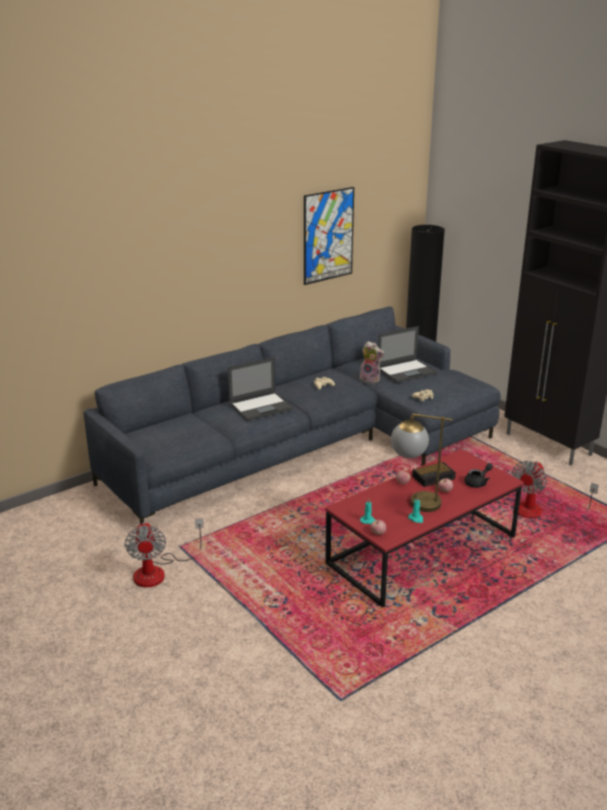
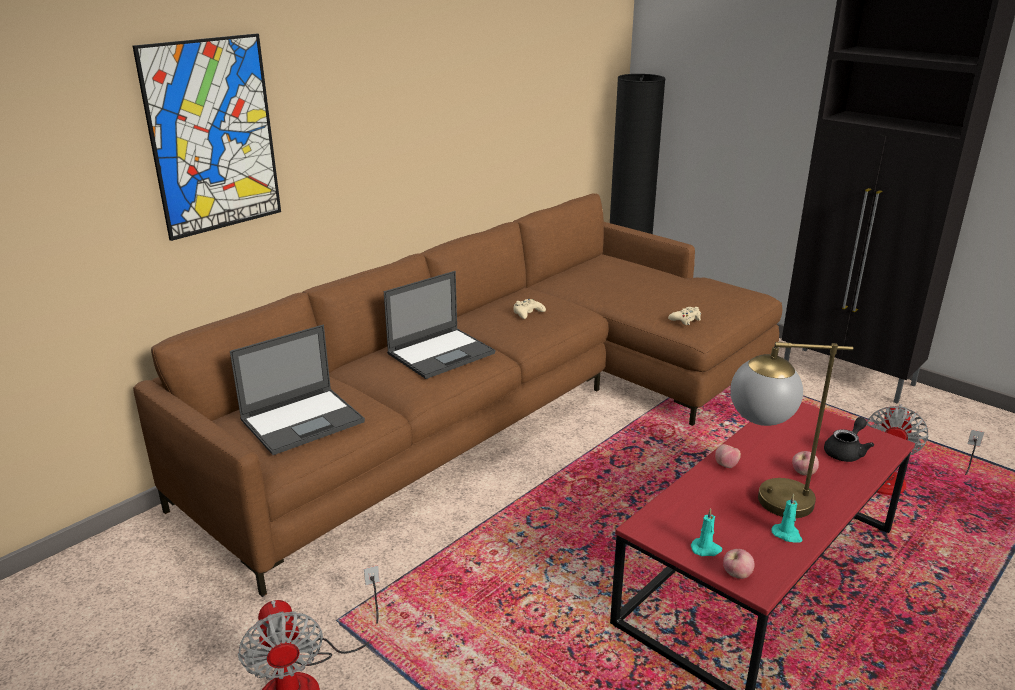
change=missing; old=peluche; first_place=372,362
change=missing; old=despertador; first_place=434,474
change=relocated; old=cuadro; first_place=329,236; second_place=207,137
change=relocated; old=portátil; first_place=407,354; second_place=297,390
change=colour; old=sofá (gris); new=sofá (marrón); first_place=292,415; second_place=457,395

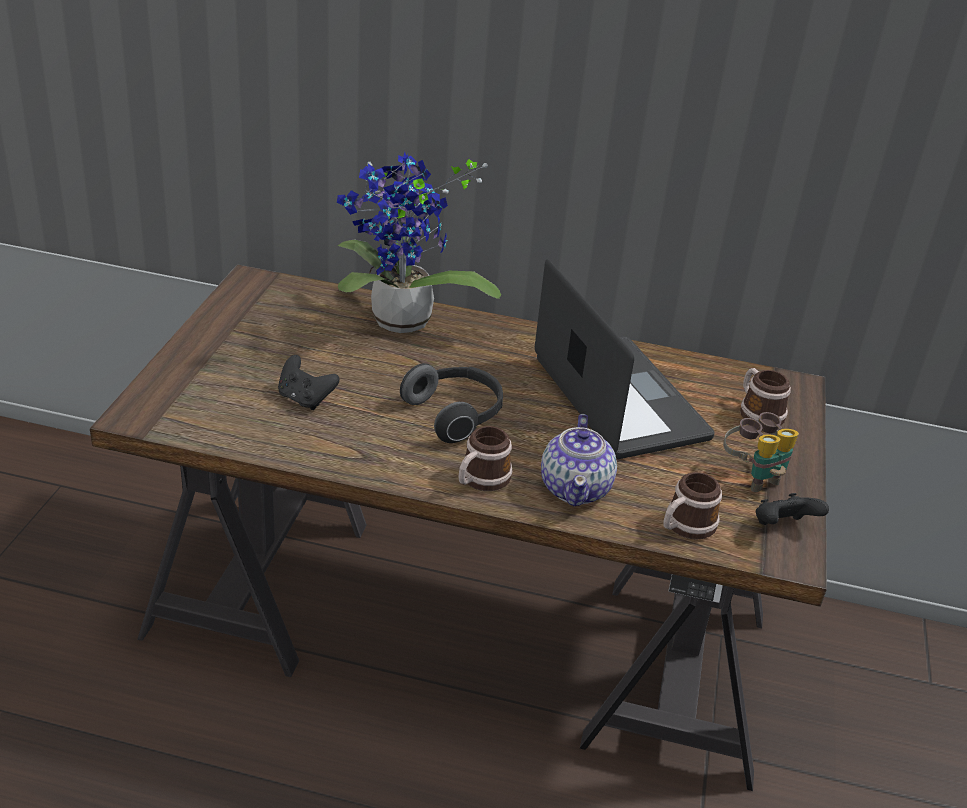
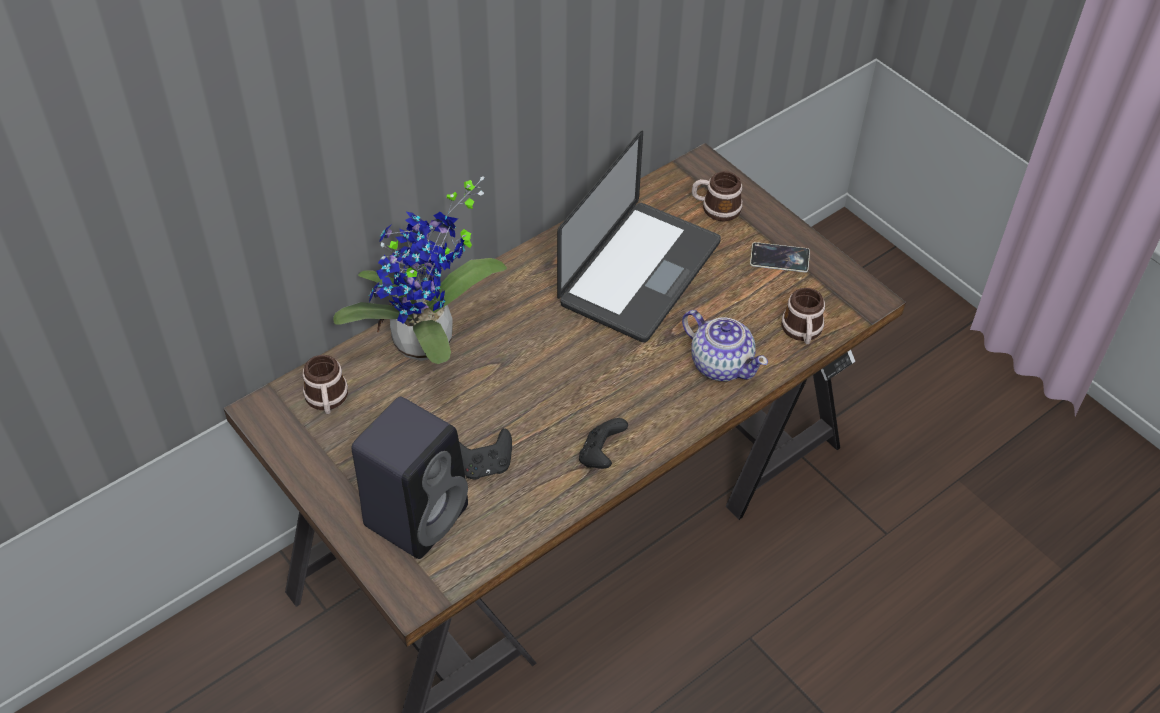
change=missing; old=auriculares; first_place=451,403
change=appeared; new=altavoz (negro); second_place=409,477
change=relocated; old=taza grande; first_place=485,458; second_place=325,384
change=relocated; old=mando de consola (negro); first_place=792,509; second_place=603,443
change=exchanged; old=prismáticos; new=móvil; first_place=761,452; second_place=780,257
change=spun; old=portátil; first_place=625,359; second_place=639,236; degrees=105

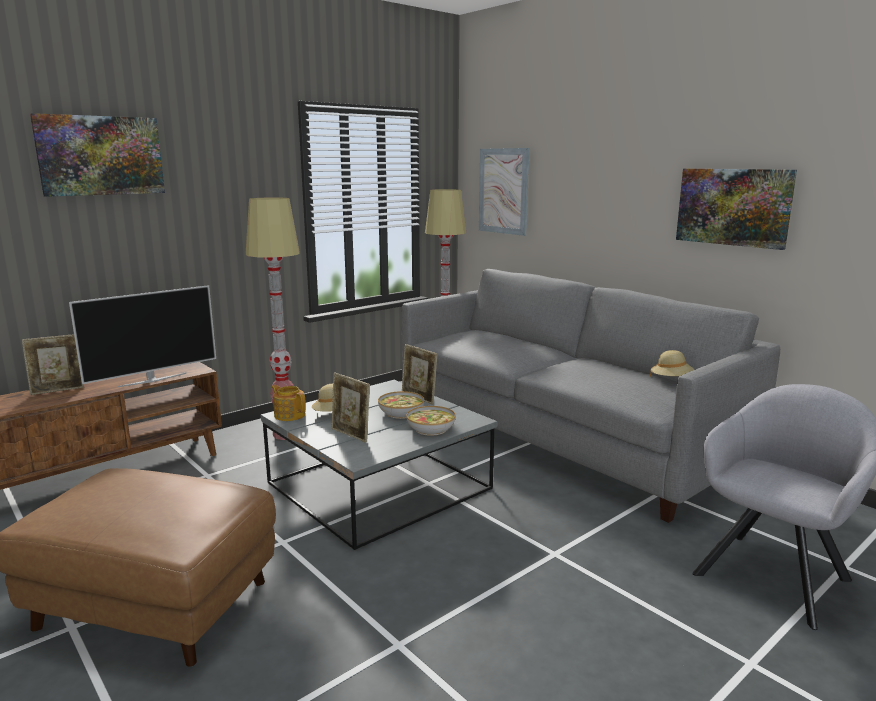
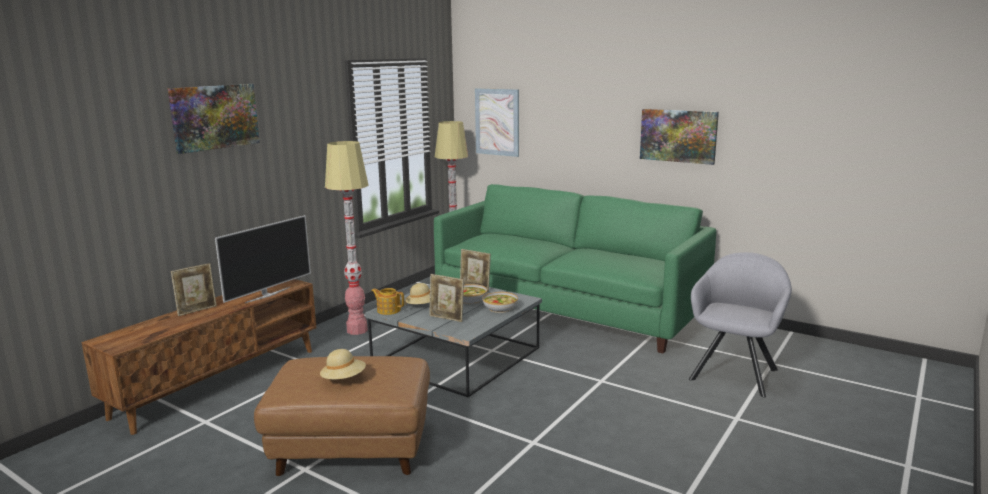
change=relocated; old=sombrero (beis); first_place=672,363; second_place=343,364
change=colour; old=sofá (gris); new=sofá (verde); first_place=591,396; second_place=575,269

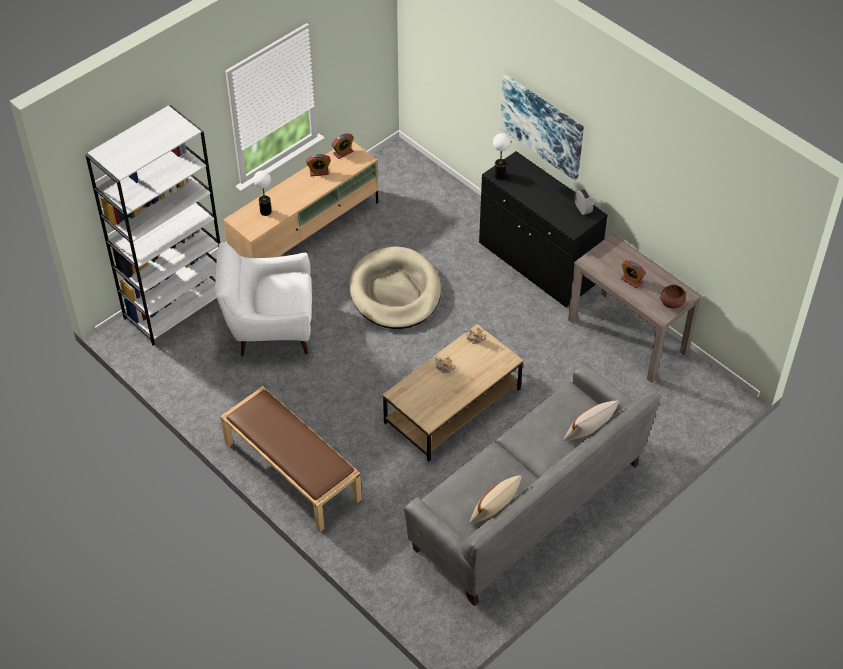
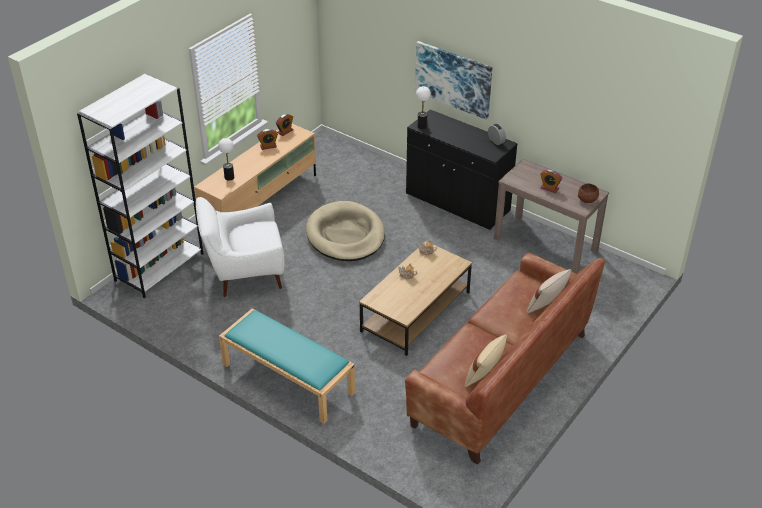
change=colour; old=banco (marrón); new=banco (turquesa); first_place=291,459; second_place=287,366
change=colour; old=sofá (gris); new=sofá (marrón); first_place=532,484; second_place=505,358

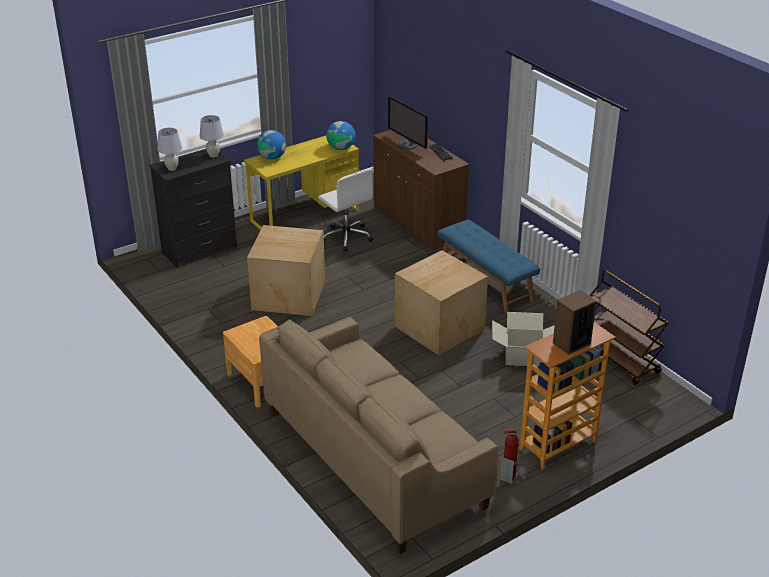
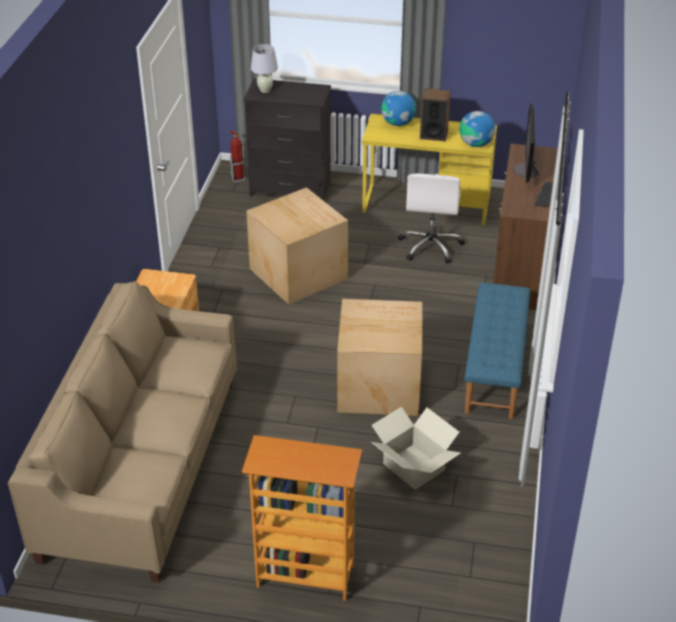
change=missing; old=lámpara de mesa (blanco); first_place=212,136
change=missing; old=carrito (marrón); first_place=629,327
change=relocated; old=extintor; first_place=509,456; second_place=237,156
change=relocated; old=altavoz; first_place=574,322; second_place=435,114

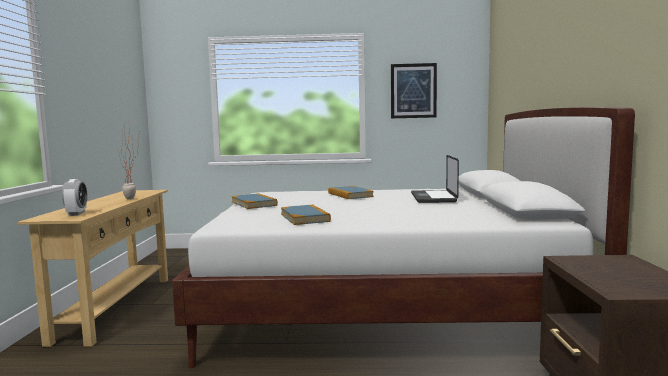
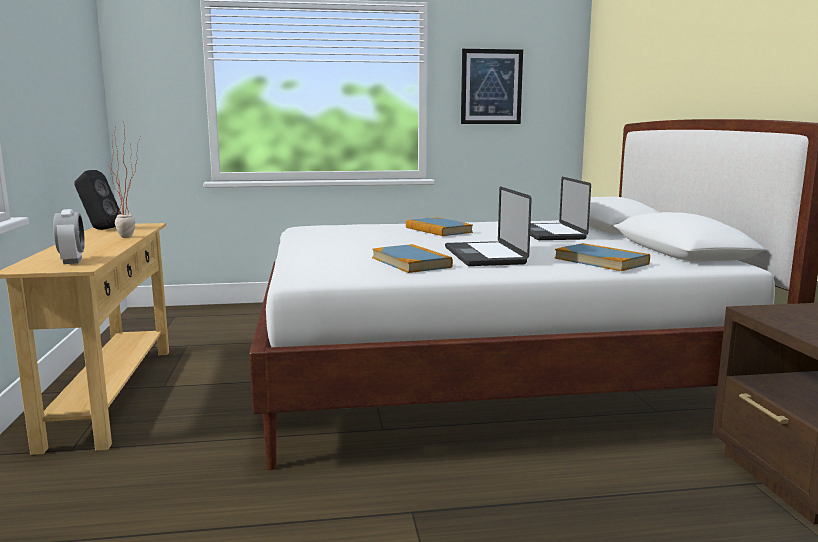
change=appeared; new=altavoz (negro); second_place=97,200
change=appeared; new=portátil; second_place=488,226
change=relocated; old=libro; first_place=254,201; second_place=602,257

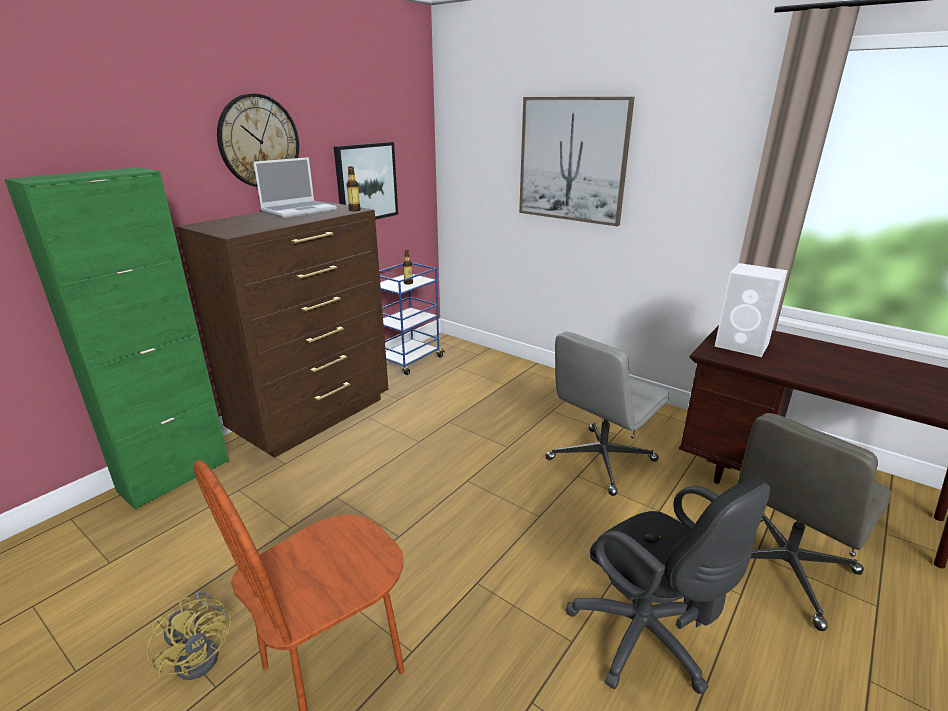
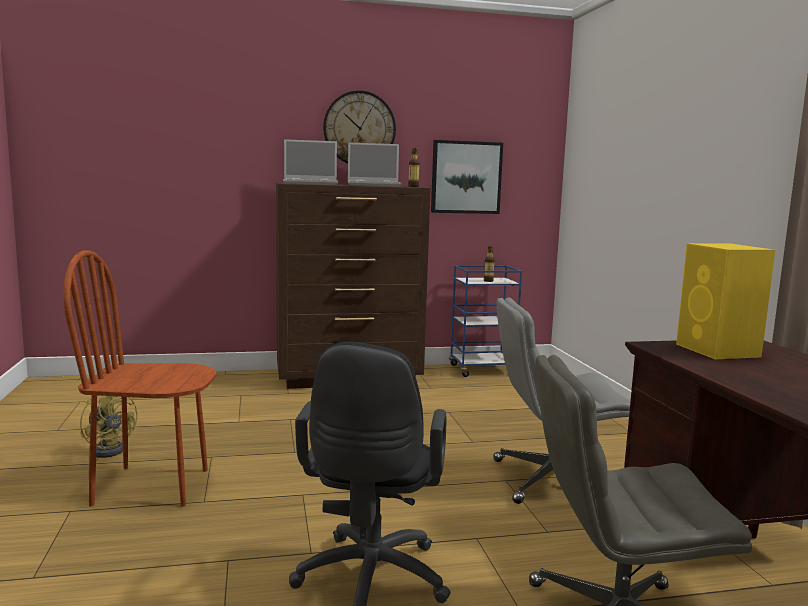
change=missing; old=armario (verde); first_place=116,338
change=missing; old=cuadro; first_place=577,161
change=appeared; new=portátil; second_place=310,162
change=colour; old=altavoz (blanco); new=altavoz (amarillo); first_place=751,310; second_place=725,301
change=spun; old=ventilador (amarillo); first_place=189,636; second_place=108,426; degrees=-45

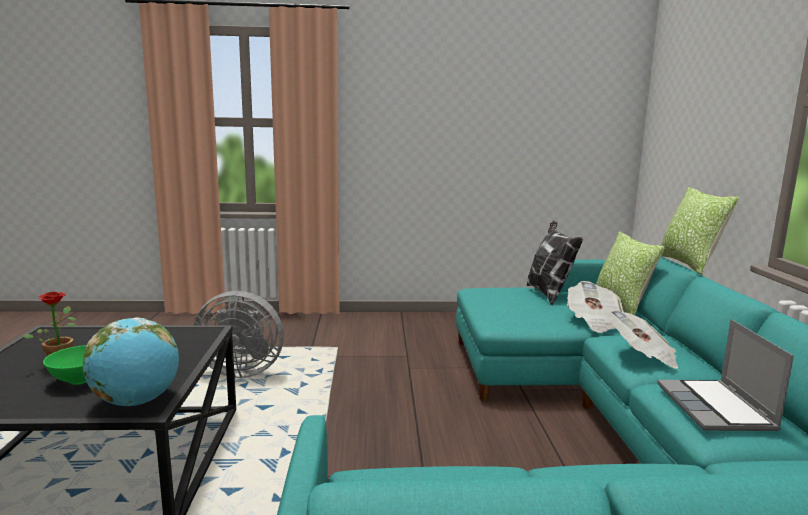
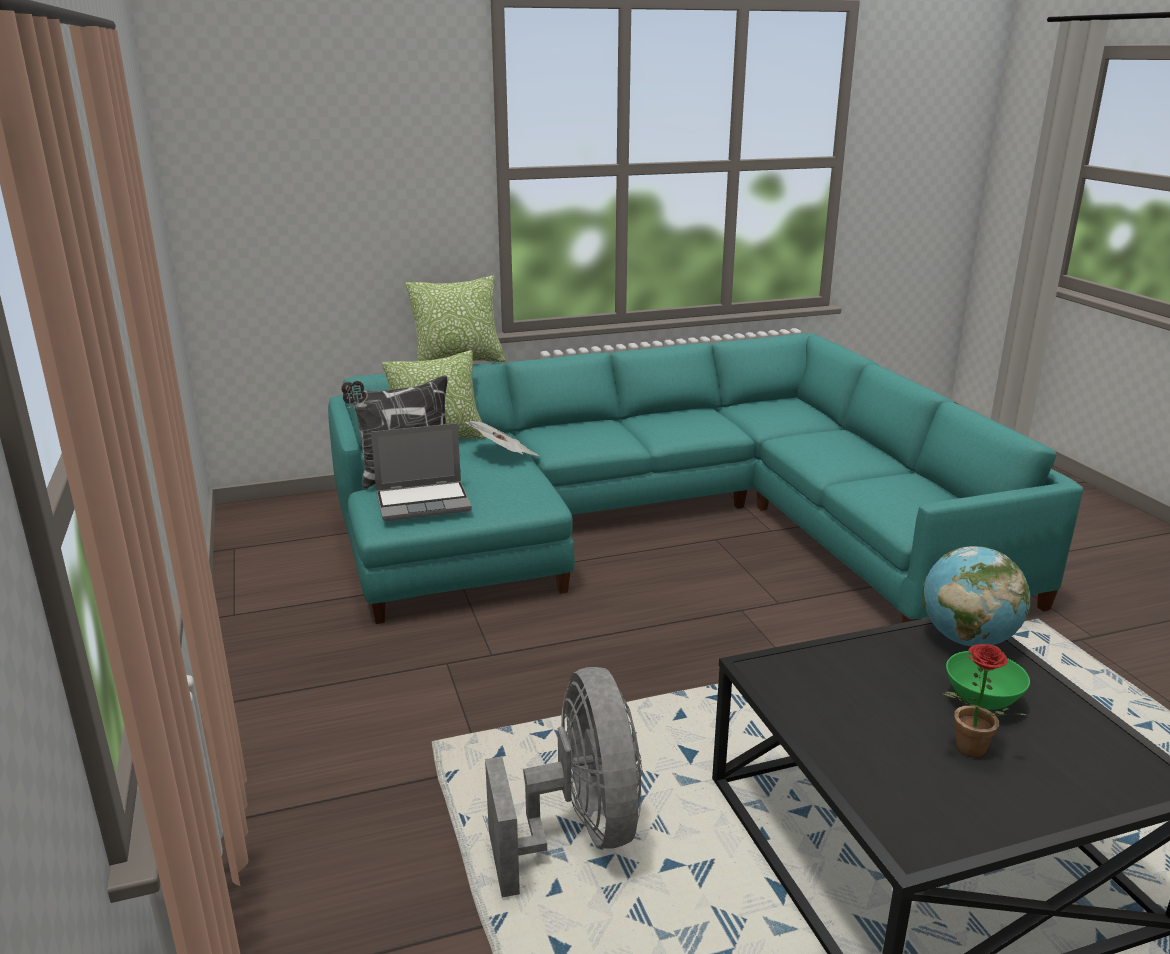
change=missing; old=periódico; first_place=644,339
change=relocated; old=portátil; first_place=725,375; second_place=421,472

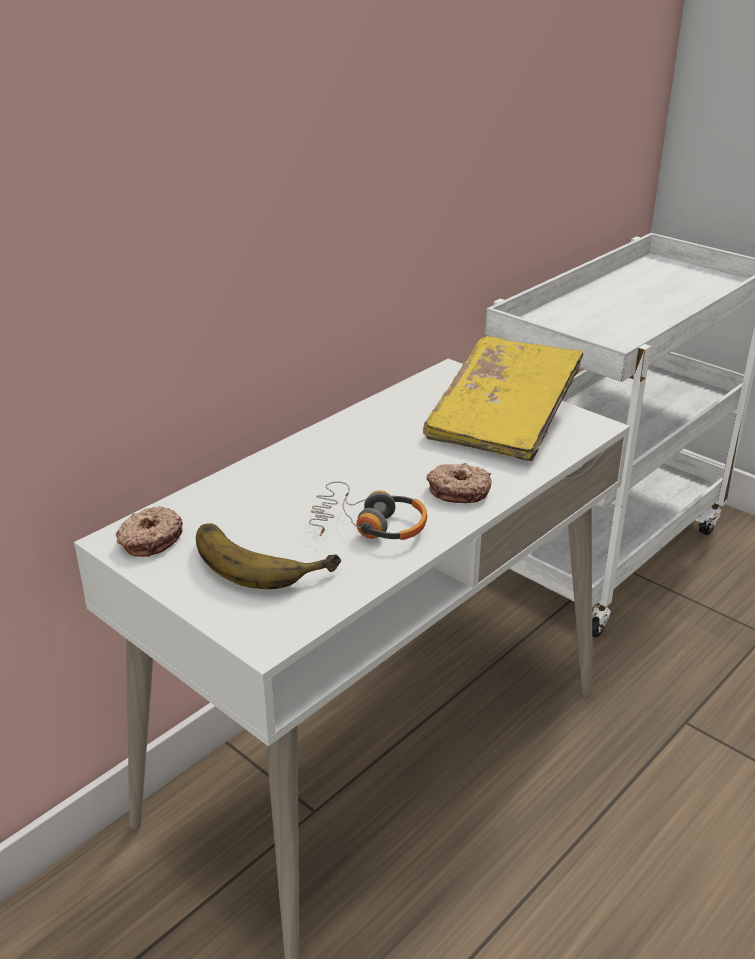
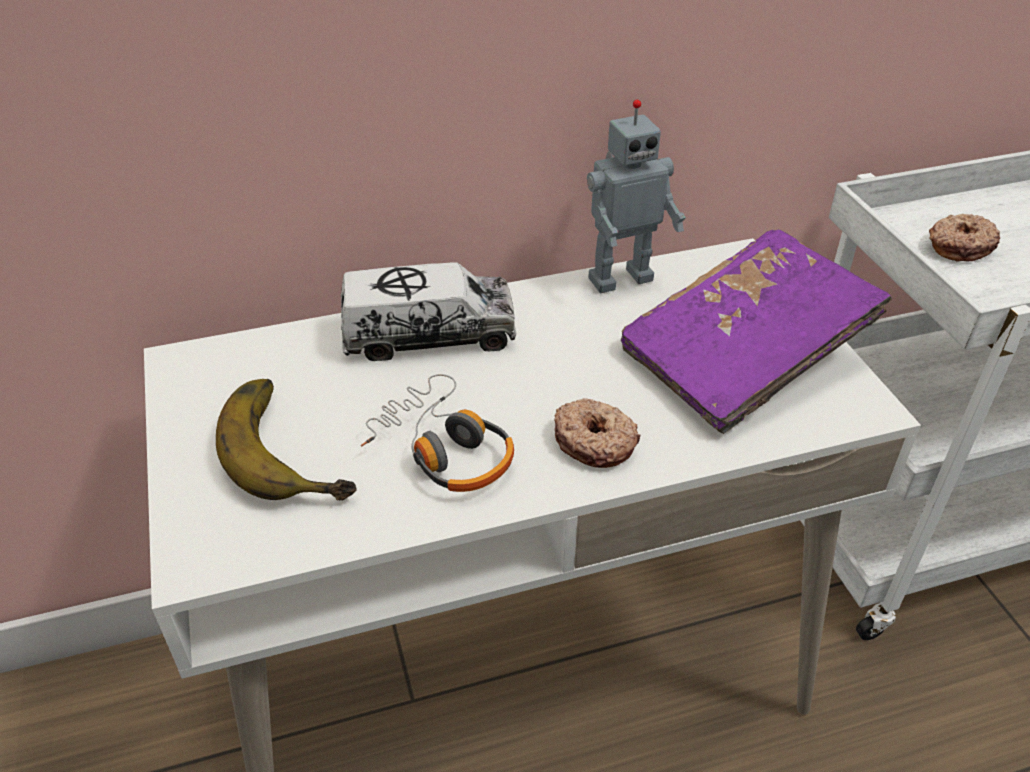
change=appeared; new=camión de juguete; second_place=428,311
change=appeared; new=robot de juguete; second_place=636,196
change=relocated; old=rosquilla; first_place=149,531; second_place=964,238
change=colour; old=libro (amarillo); new=libro (morado); first_place=503,398; second_place=757,332

